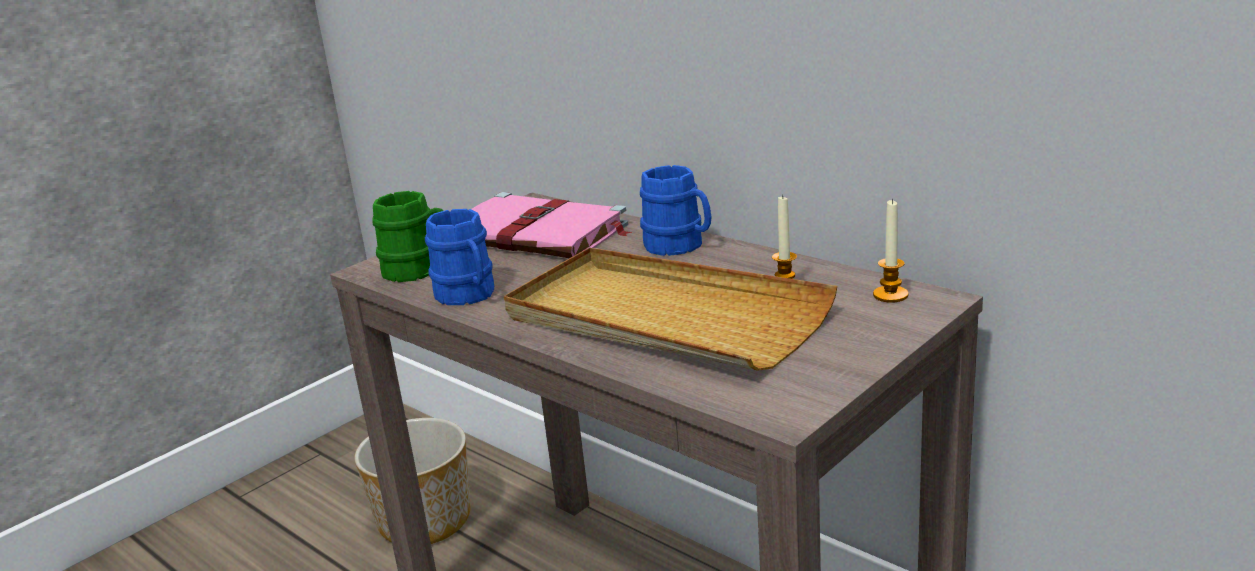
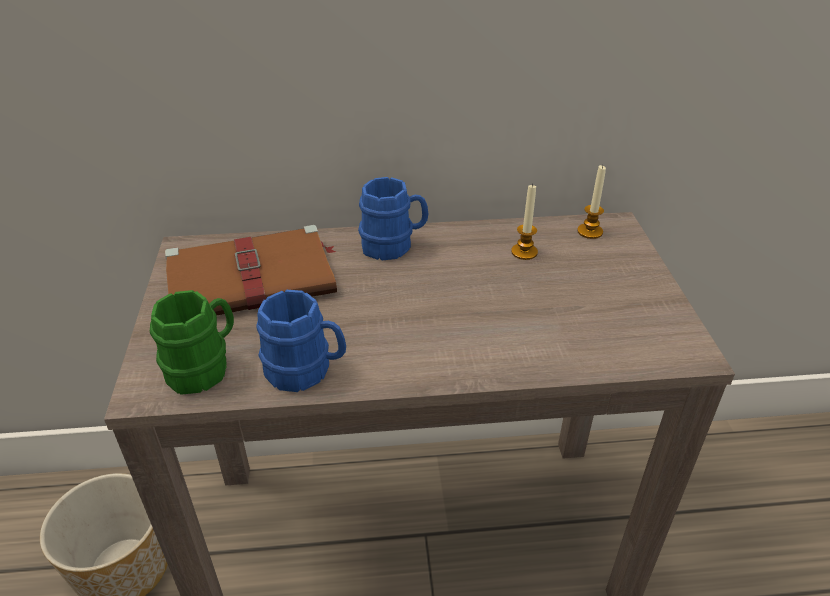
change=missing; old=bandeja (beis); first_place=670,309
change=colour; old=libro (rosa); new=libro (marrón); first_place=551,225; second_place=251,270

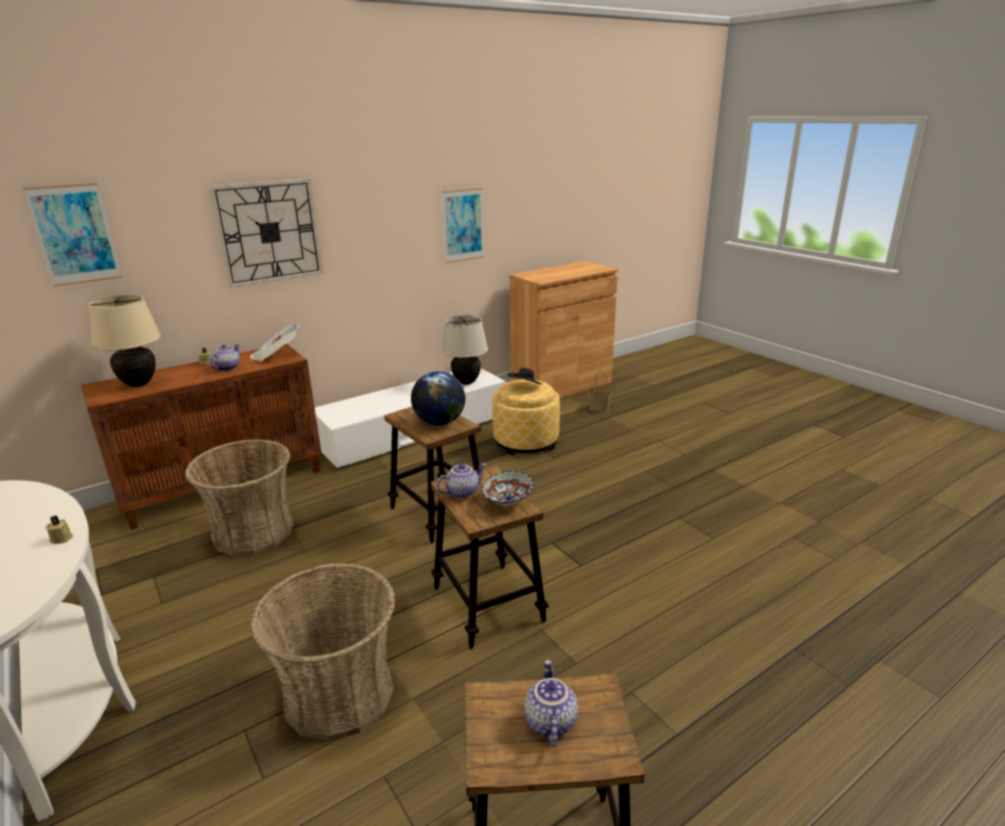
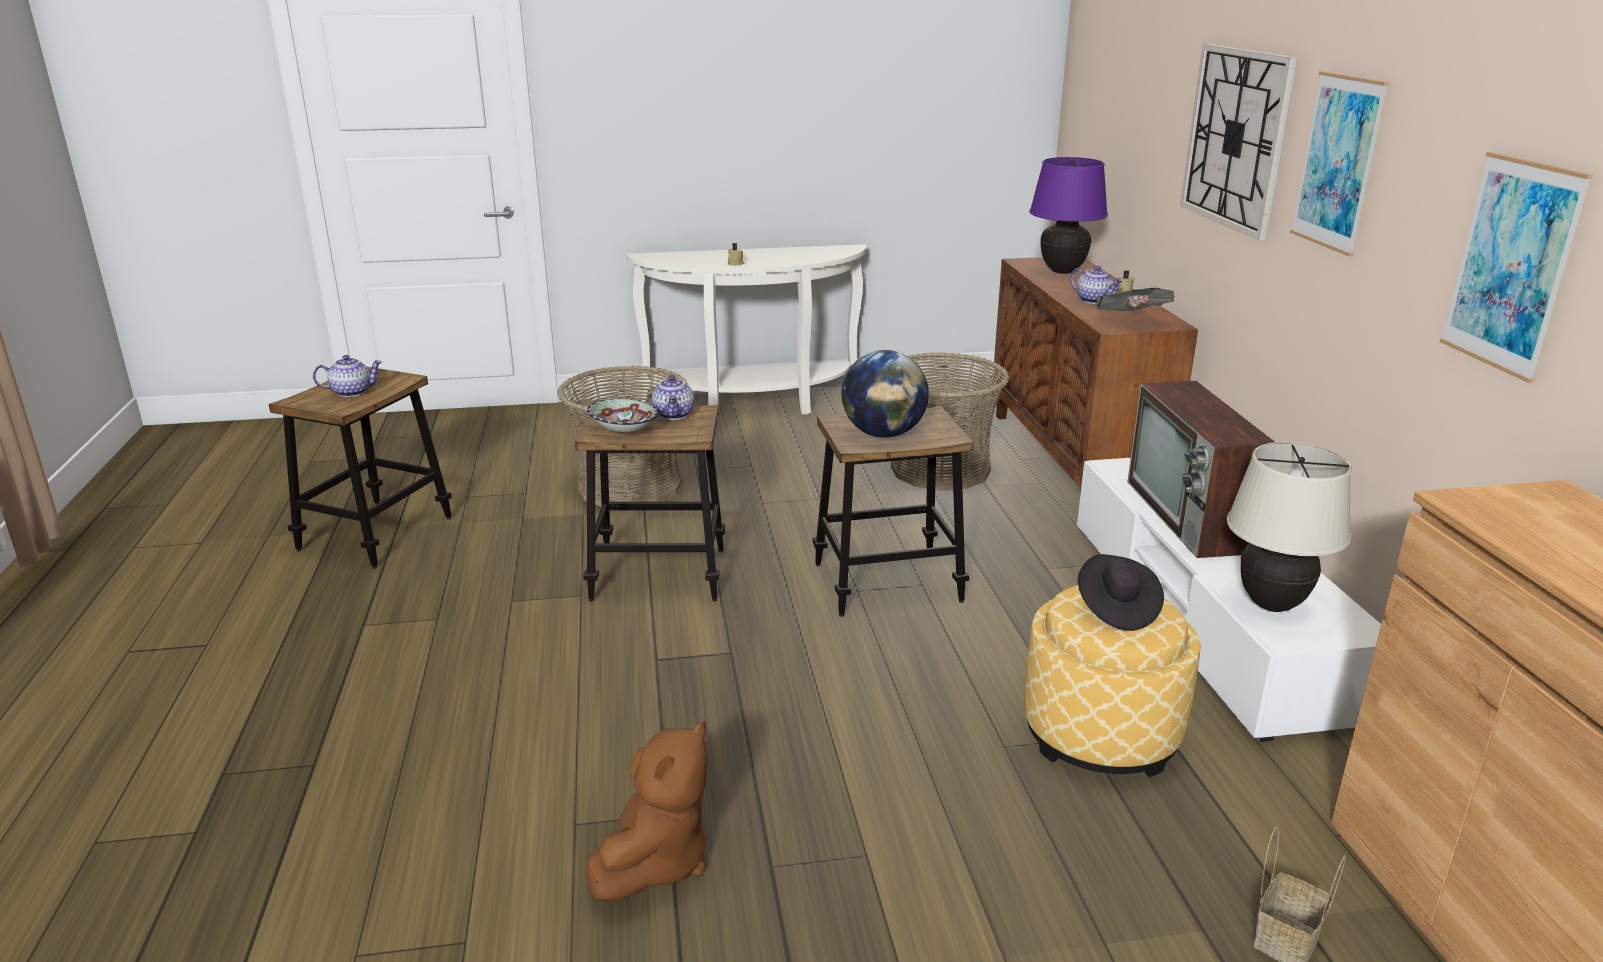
change=appeared; new=peluche (marrón); second_place=647,811
change=appeared; new=televisor; second_place=1201,469
change=relocated; old=cuadro; first_place=72,235; second_place=1339,164
change=colour; old=lámpara de mesa (beis); new=lámpara de mesa (morado); first_place=124,341; second_place=1068,215
change=spun; old=tetera; first_place=551,703; second_place=347,376; degrees=-45

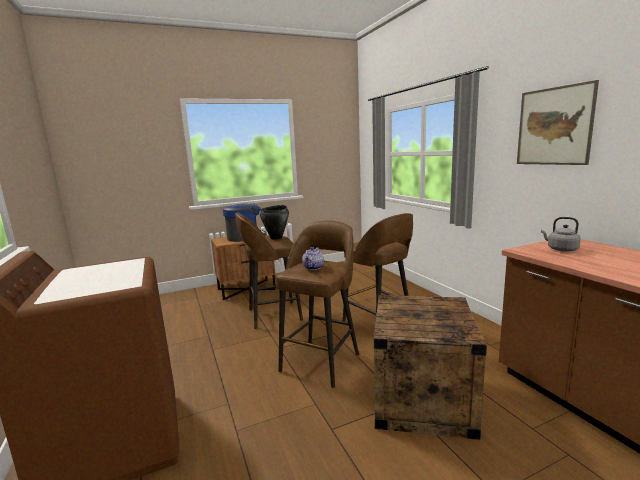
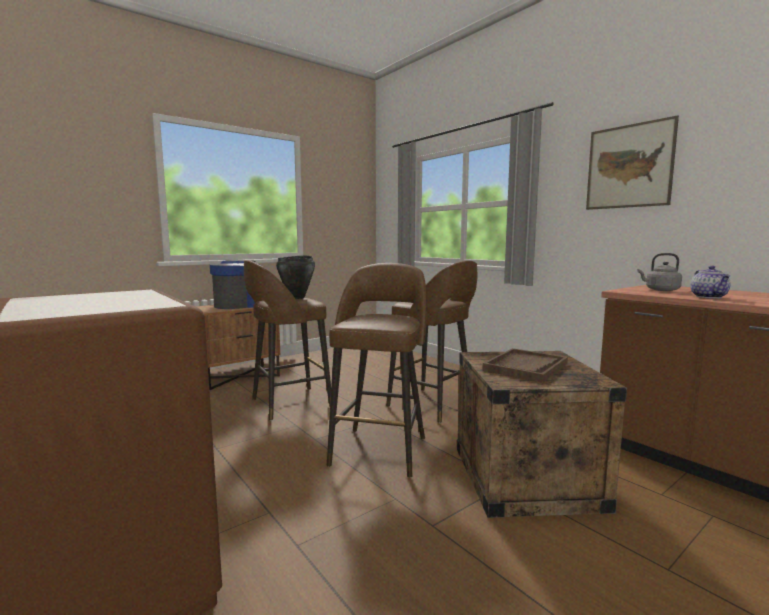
change=appeared; new=bandeja (marrón); second_place=525,365
change=relocated; old=tetera; first_place=313,258; second_place=710,282

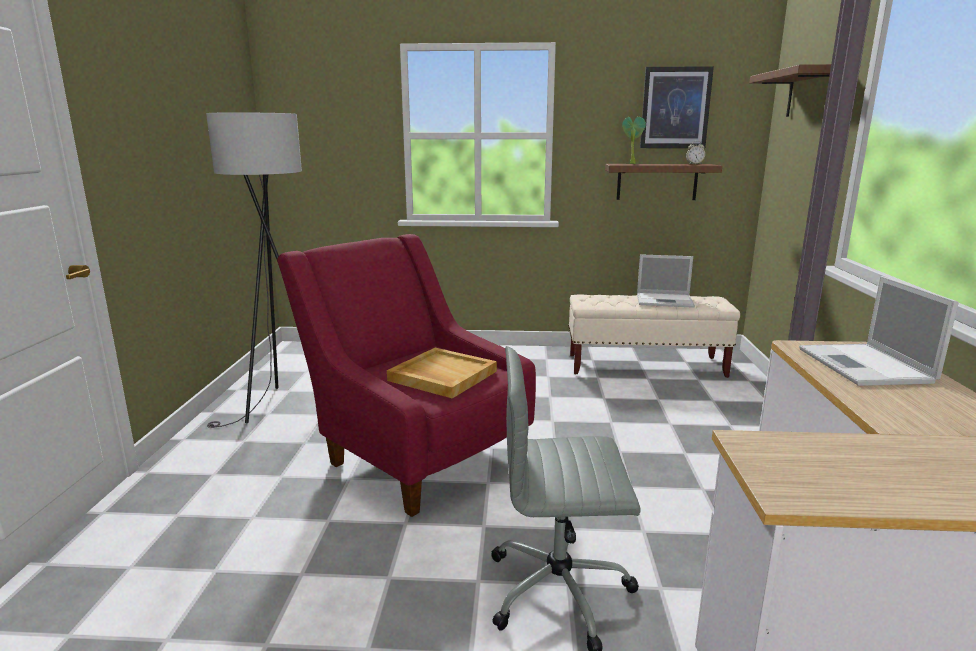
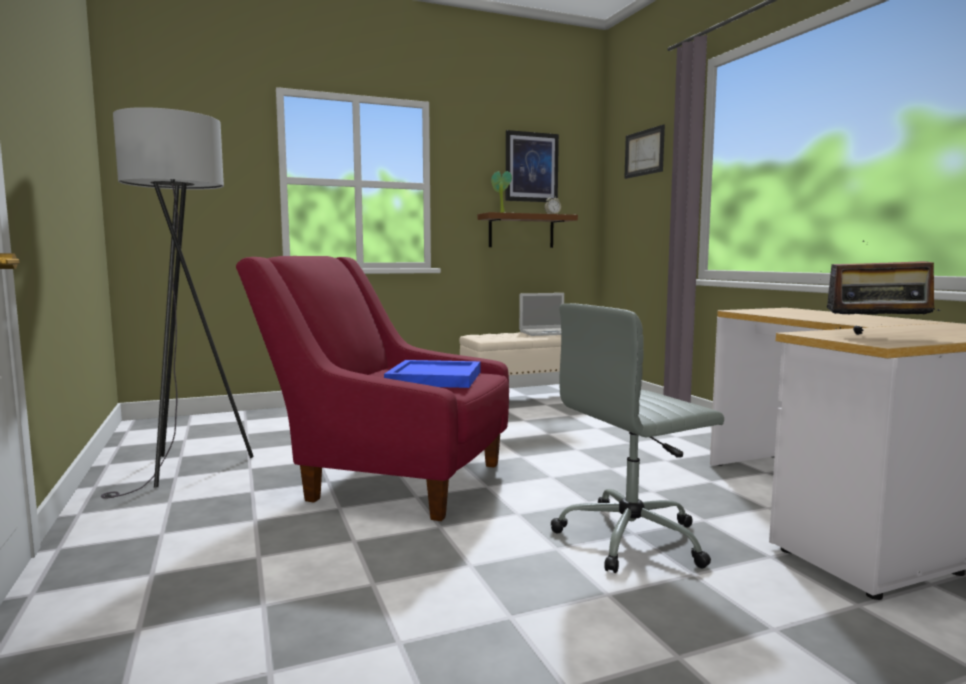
change=missing; old=portátil; first_place=879,331
change=appeared; new=radio; second_place=879,287
change=exchanged; old=estante (marrón); new=cuadro; first_place=790,90; second_place=644,152
change=colour; old=bandeja (beis); new=bandeja (azul); first_place=442,373; second_place=432,374

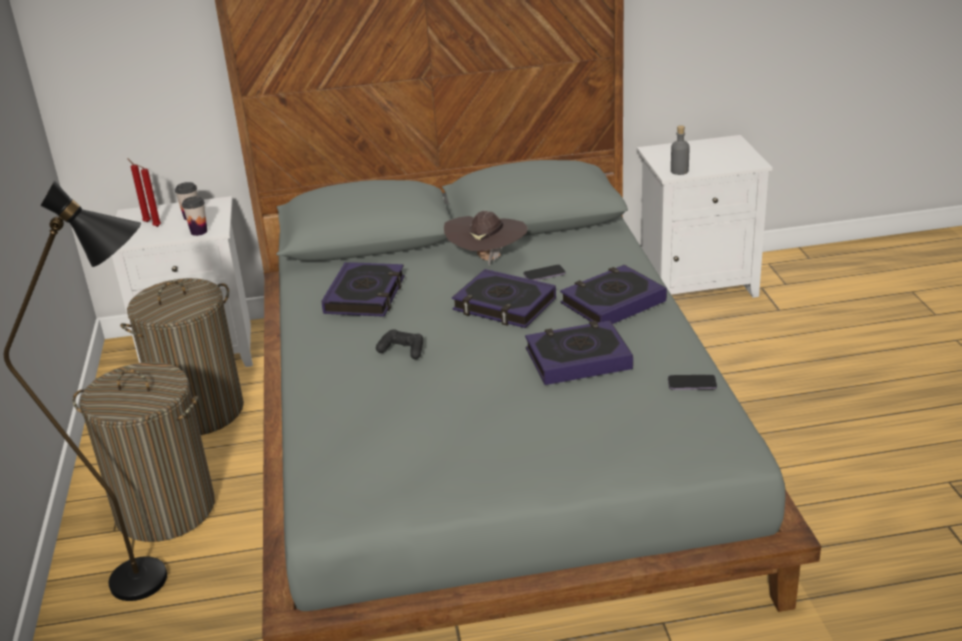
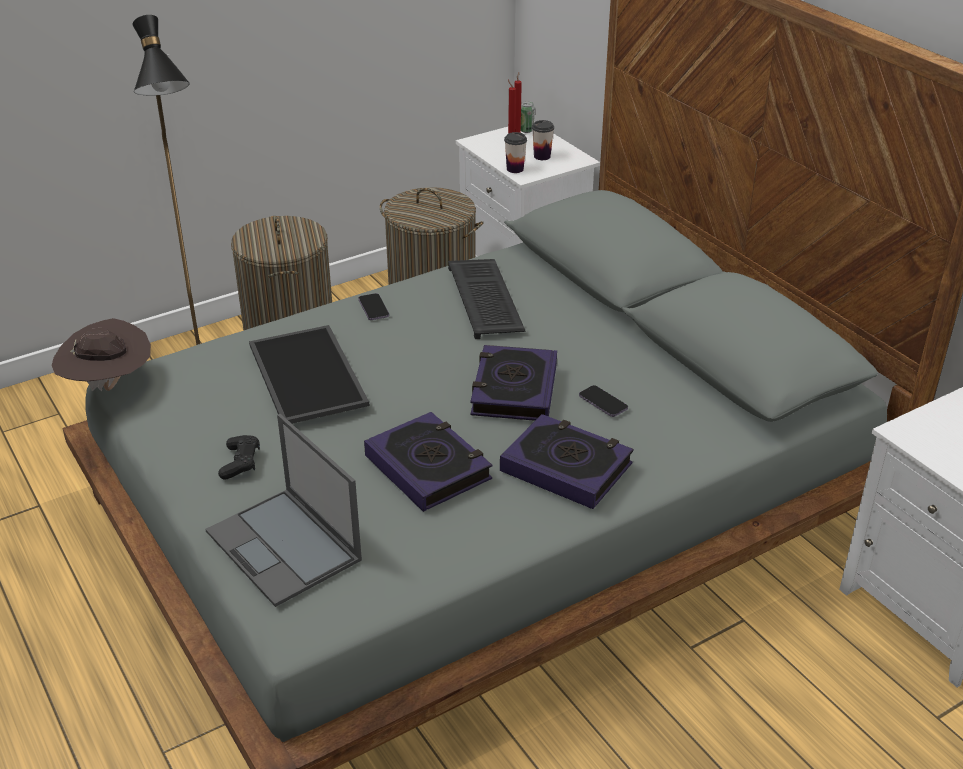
change=missing; old=botella (gris); first_place=680,150
change=appeared; new=portátil; second_place=284,510
change=appeared; new=bandeja; second_place=309,374
change=appeared; new=lata; second_place=528,117
change=relocated; old=mando de consola (negro); first_place=400,344; second_place=239,457
change=relocated; old=sombrero (marrón); first_place=486,238; second_place=101,354
change=relocated; old=móvil; first_place=692,382; second_place=374,306
change=exchanged; old=libro; new=teclado; first_place=363,289; second_place=487,299

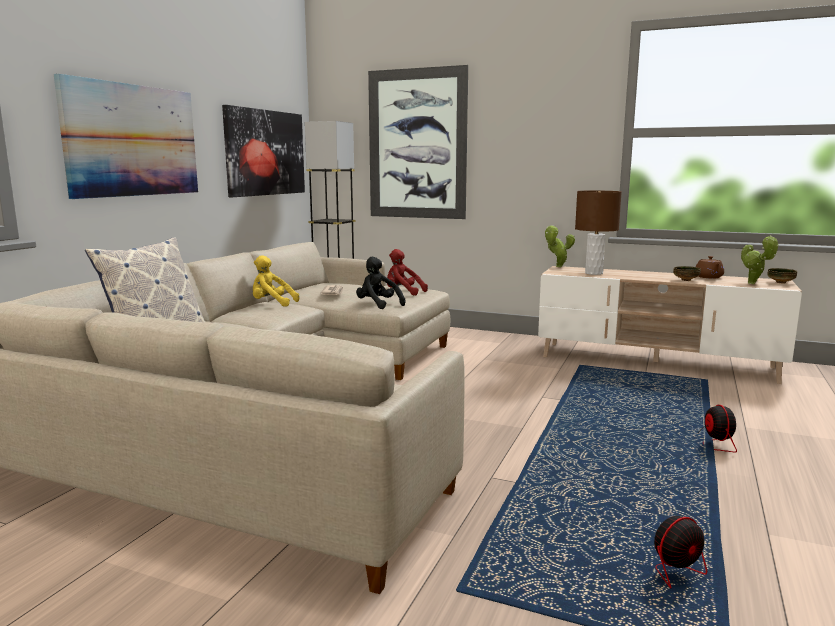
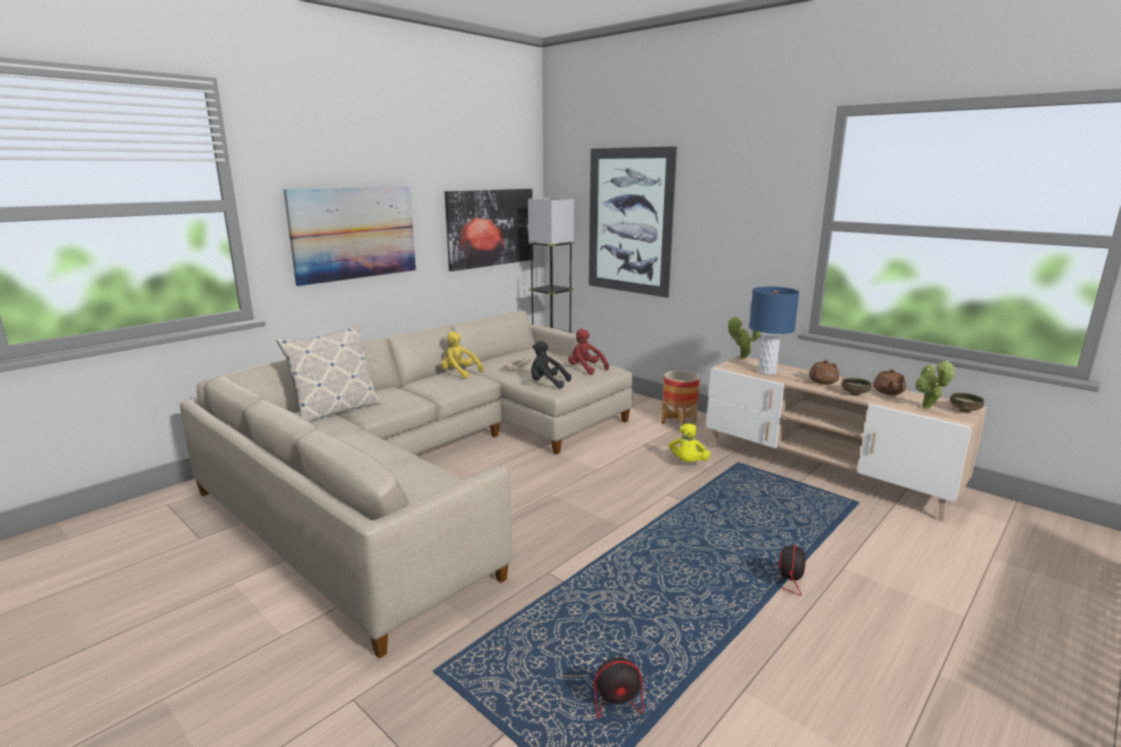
change=appeared; new=maceta; second_place=680,398
change=appeared; new=peluche (amarillo); second_place=689,442
change=appeared; new=tetera (marrón); second_place=824,372
change=colour; old=lámpara de mesa (marrón); new=lámpara de mesa (azul); first_place=598,233; second_place=774,331
change=spun; old=peluche (negro); first_place=381,282; second_place=551,365; degrees=-45

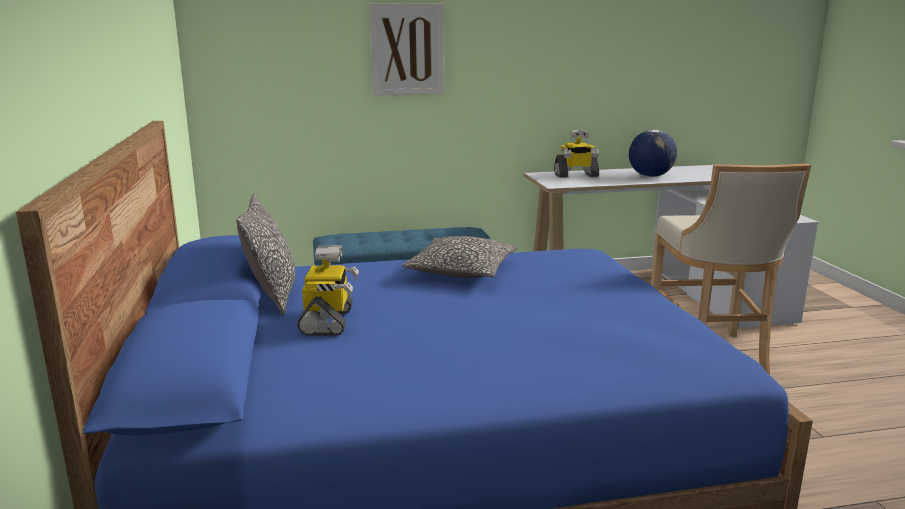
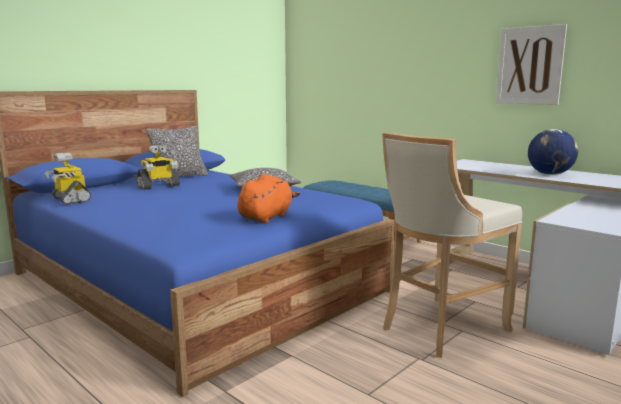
change=appeared; new=peluche (naranja); second_place=268,198
change=relocated; old=cuadro; first_place=407,49; second_place=531,64
change=relocated; old=robot de juguete; first_place=576,153; second_place=68,178

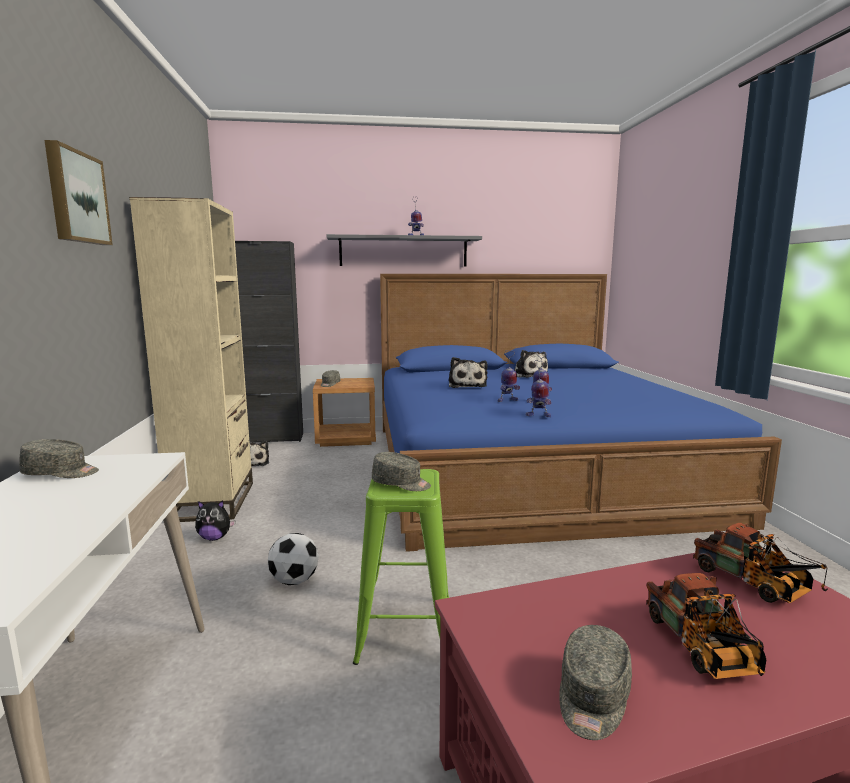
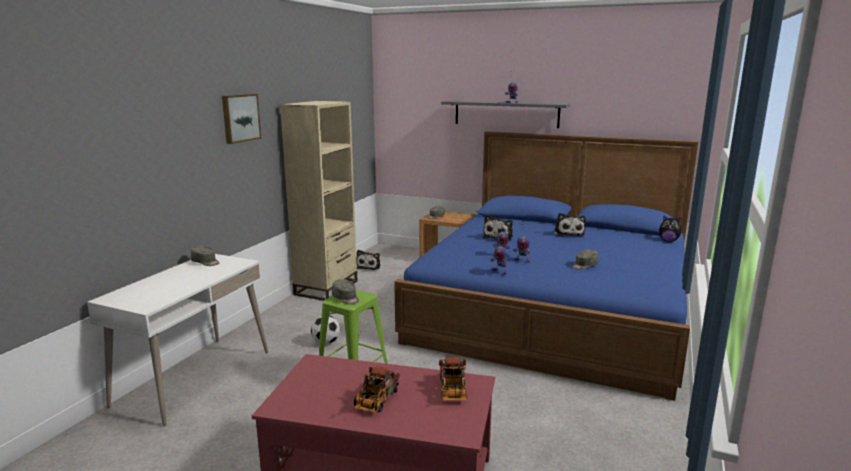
change=missing; old=armario (negro); first_place=269,342
change=relocated; old=peluche; first_place=215,521; second_place=671,229
change=relocated; old=gorra (gris); first_place=595,682; second_place=585,260

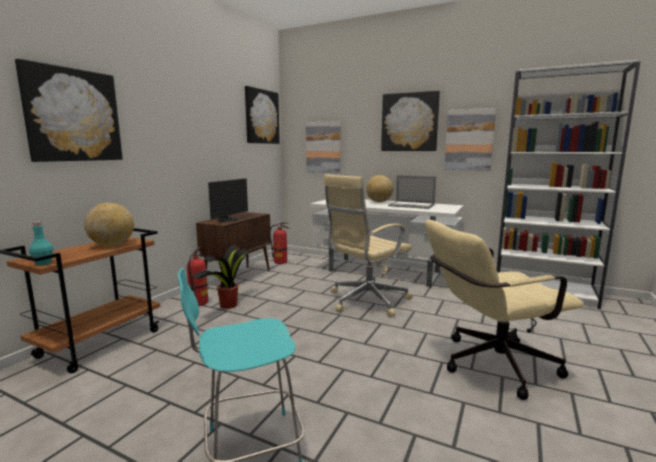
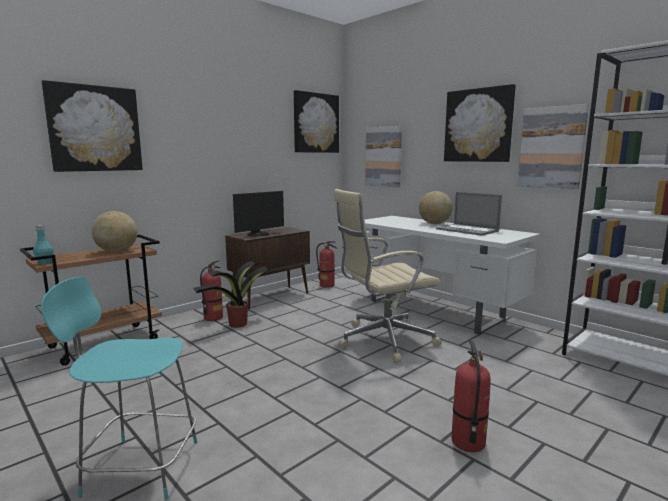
change=exchanged; old=silla de oficina (beis); new=extintor; first_place=504,310; second_place=471,396

